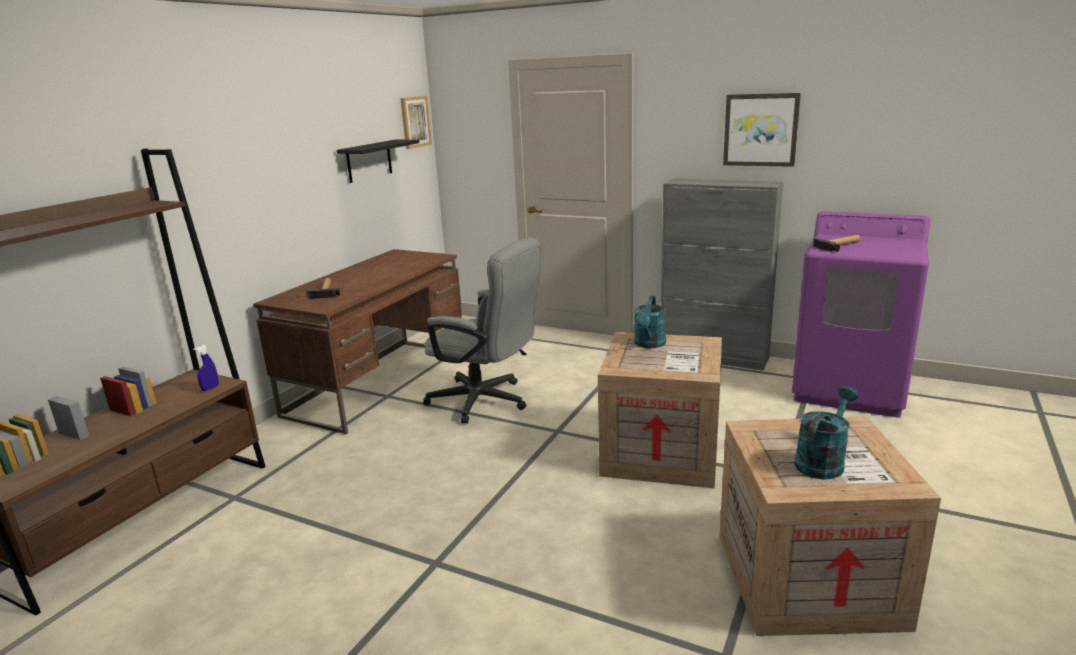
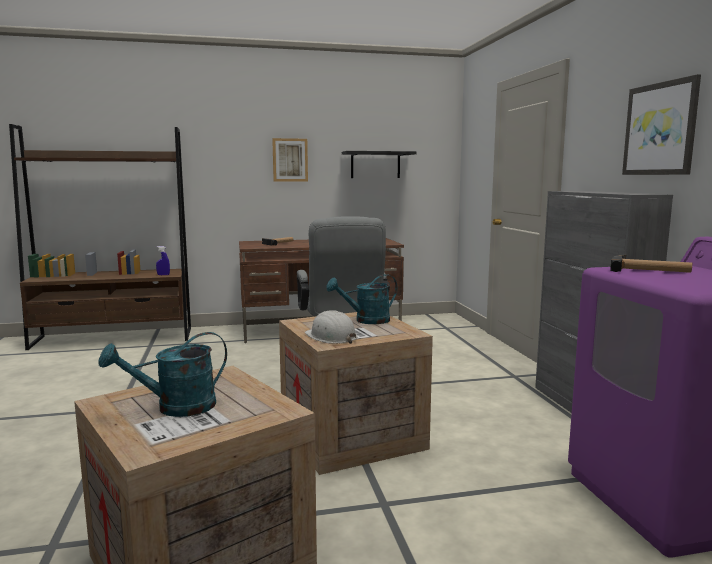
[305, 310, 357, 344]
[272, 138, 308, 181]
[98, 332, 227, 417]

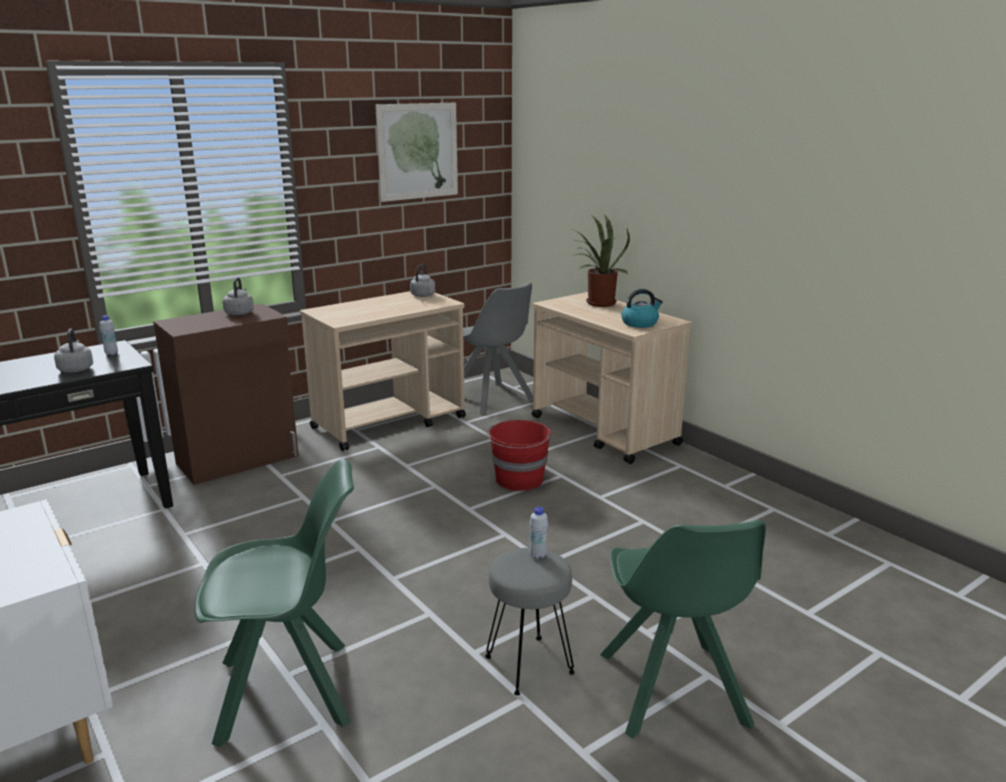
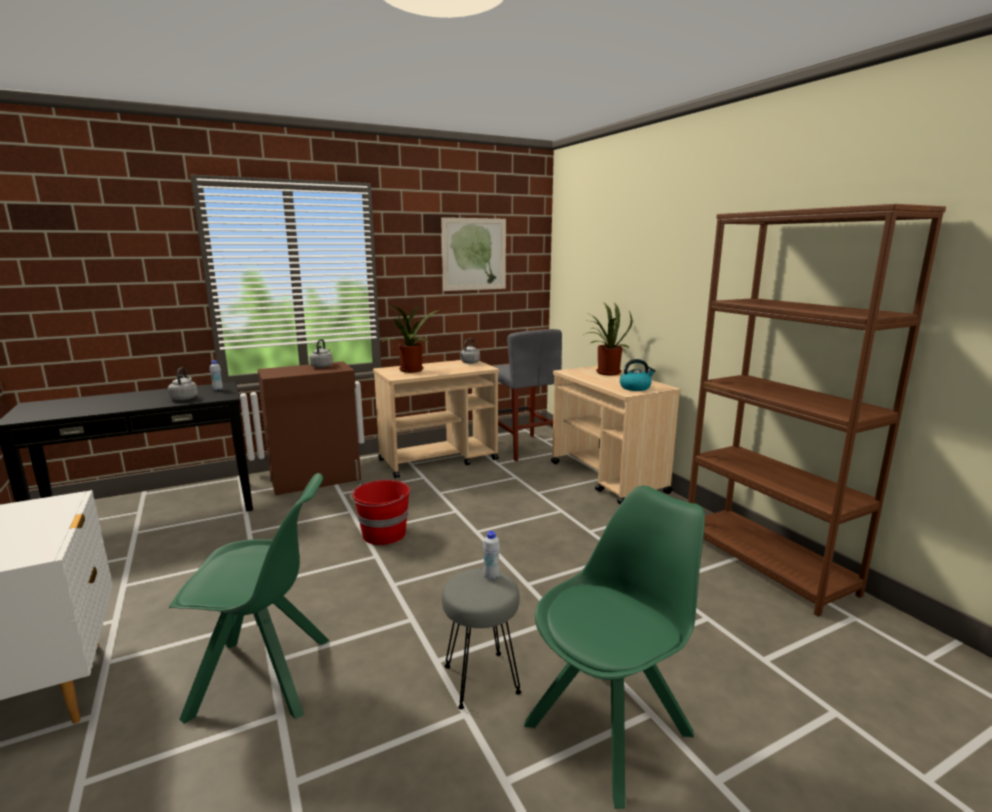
[381, 303, 440, 373]
[688, 204, 946, 617]
[350, 480, 410, 545]
[495, 329, 562, 461]
[524, 486, 705, 809]

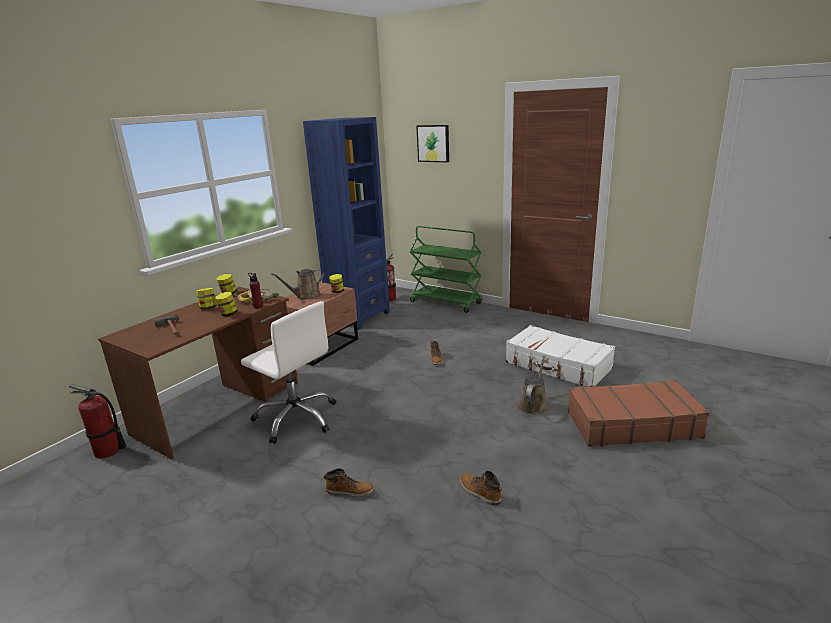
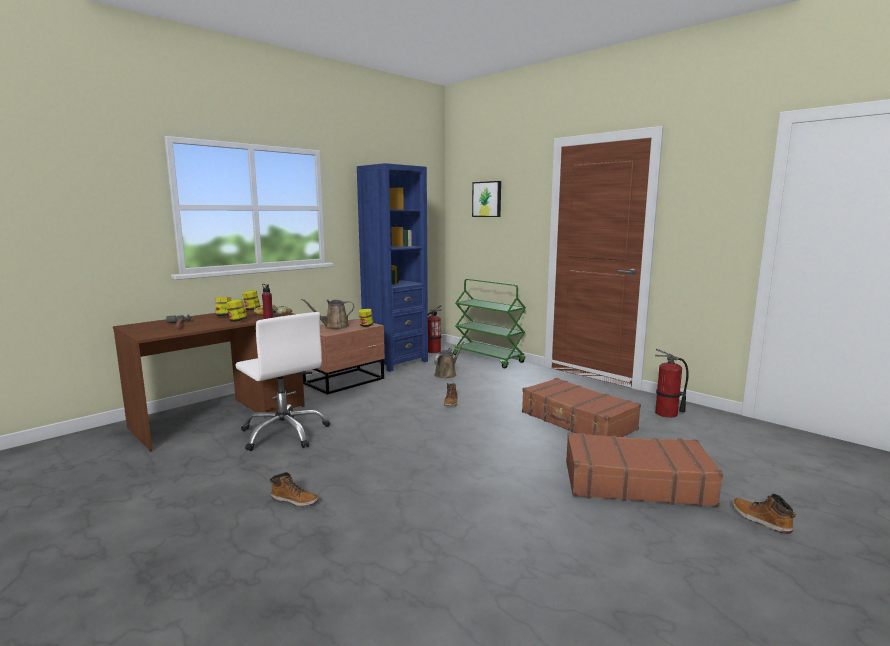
[655, 349, 689, 418]
[732, 494, 796, 534]
[434, 341, 464, 378]
[522, 378, 641, 437]

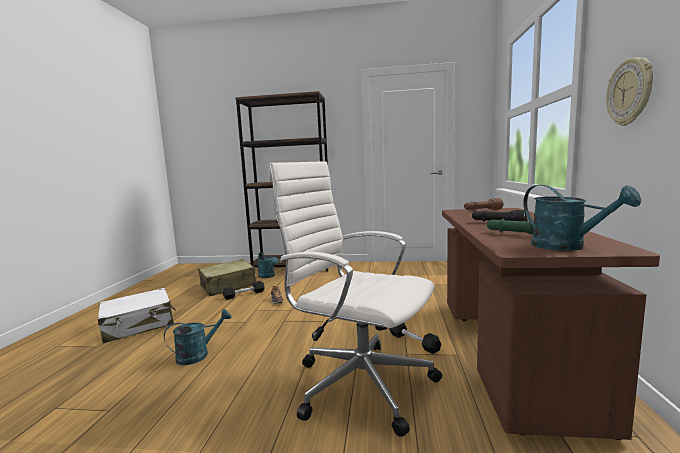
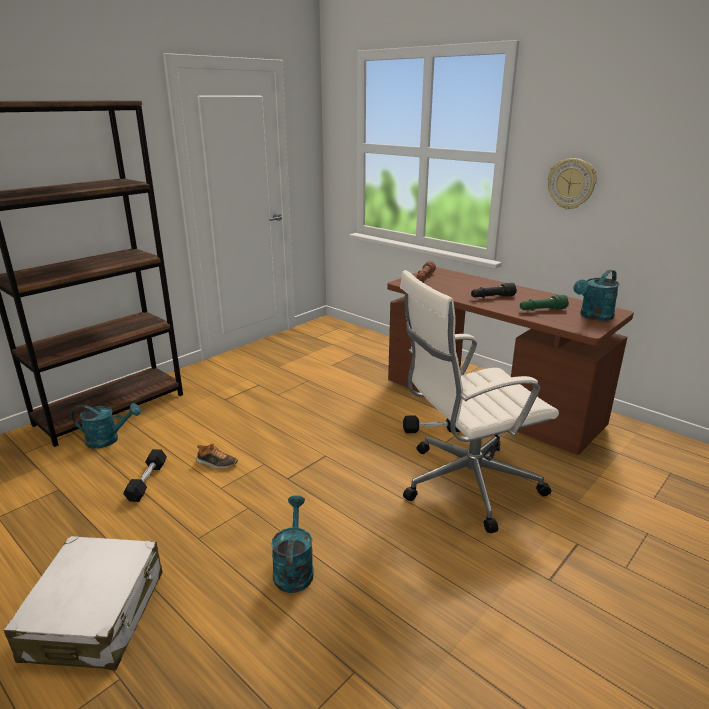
[198, 259, 256, 296] (first image)
[573, 270, 619, 321]

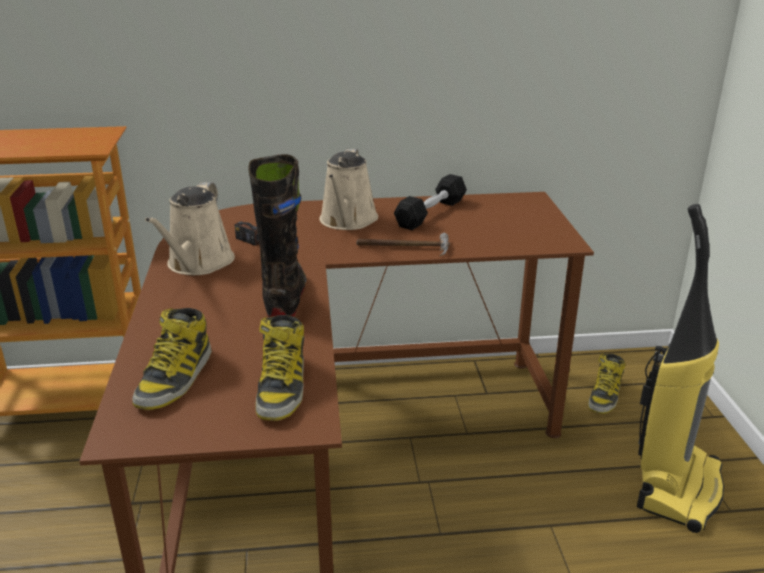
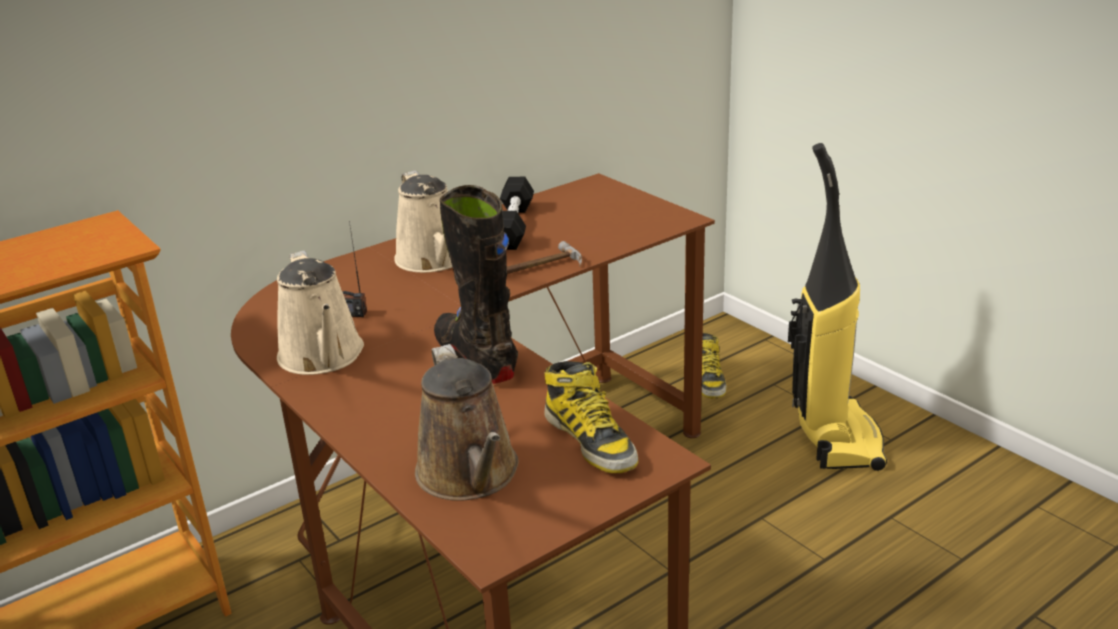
[415, 344, 519, 501]

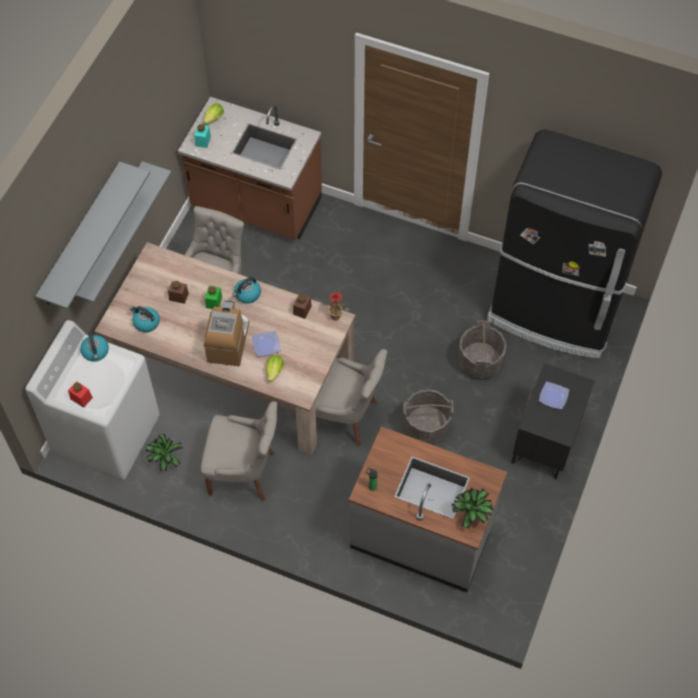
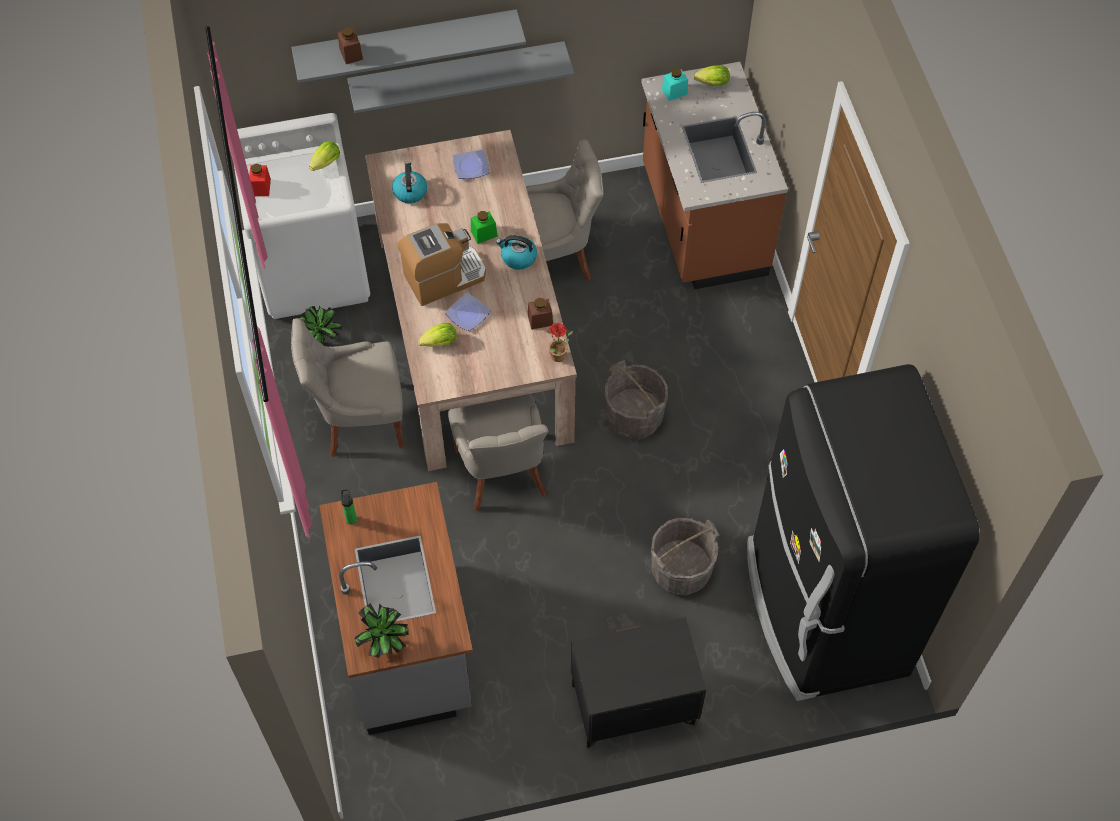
[337, 27, 363, 64]
[605, 360, 668, 440]
[453, 150, 489, 179]
[309, 141, 340, 171]
[291, 318, 404, 457]

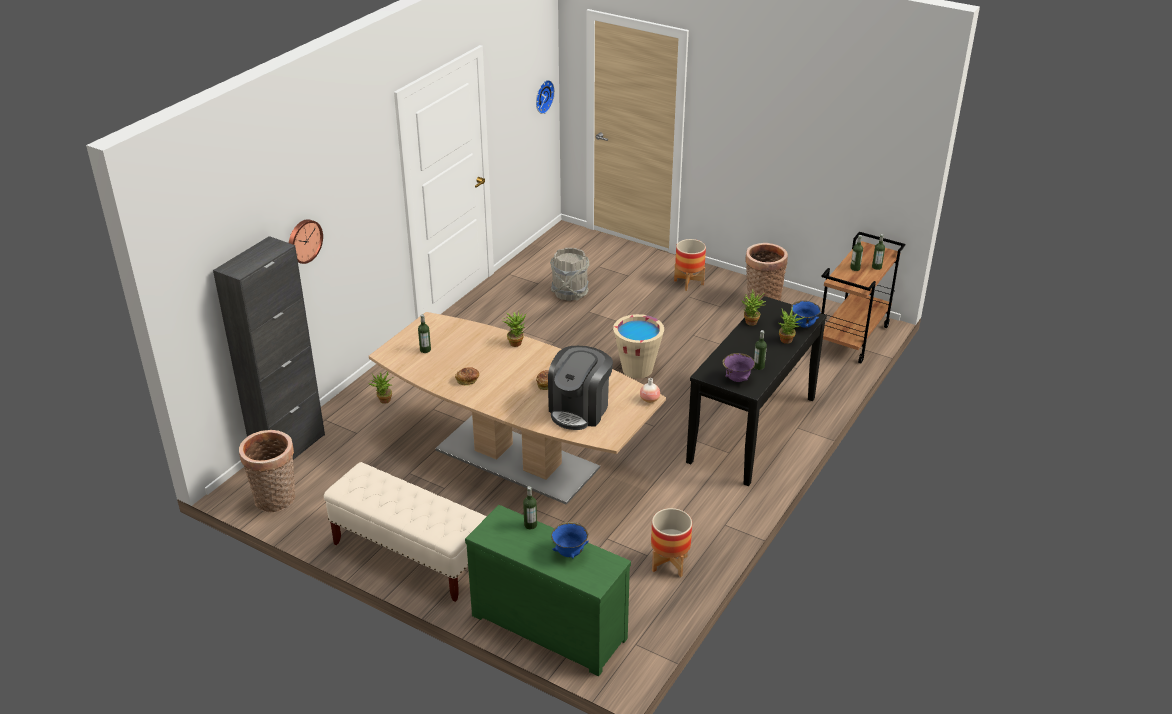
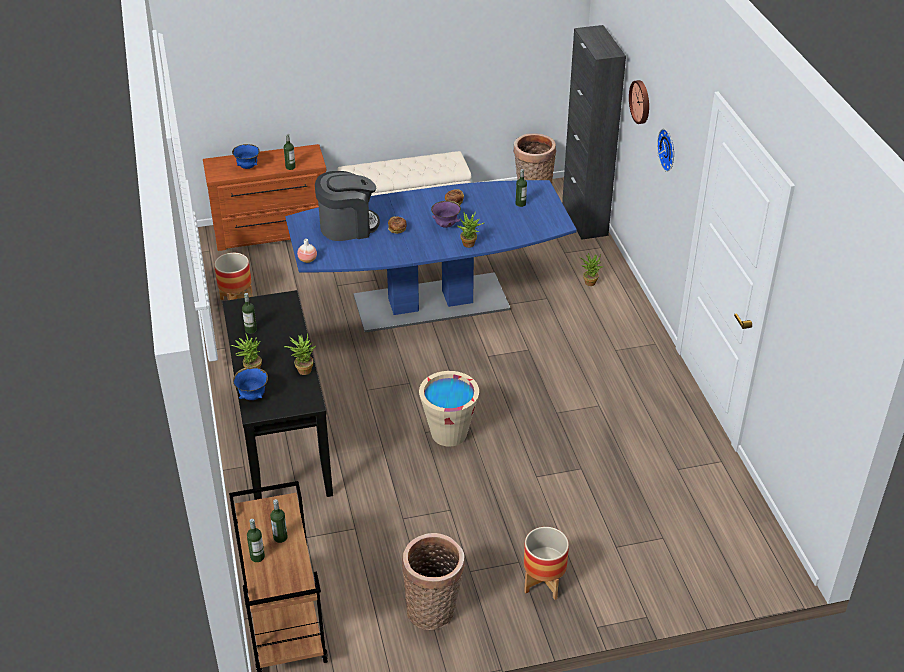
[550, 248, 589, 301] (first image)
[657, 129, 674, 172]
[431, 201, 461, 228]
[285, 180, 577, 333]
[203, 144, 327, 251]
[315, 171, 380, 241]

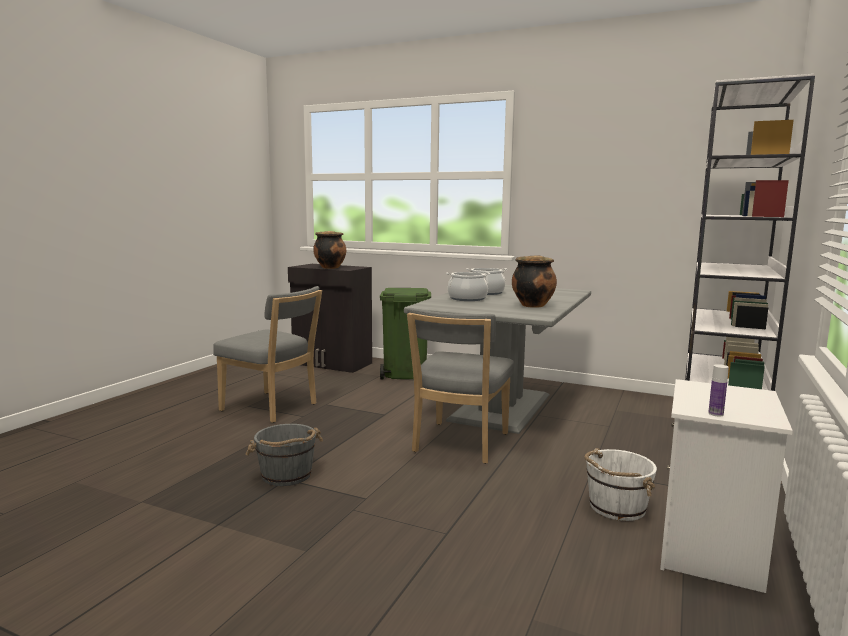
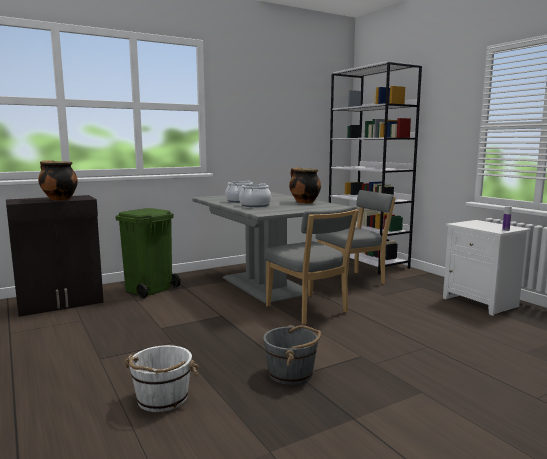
[316, 190, 396, 285]
[124, 345, 199, 412]

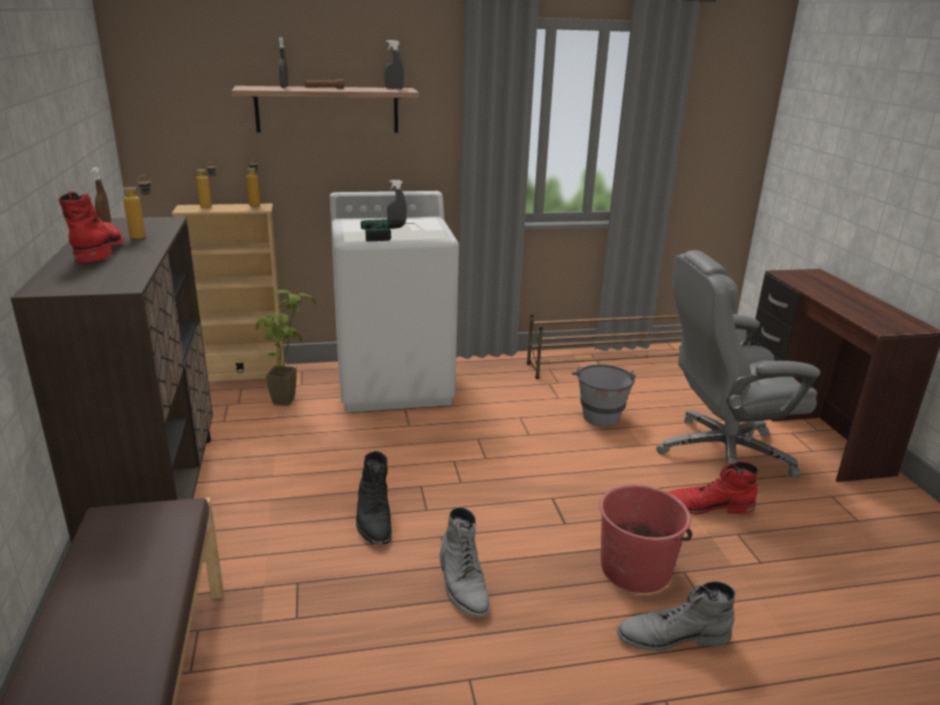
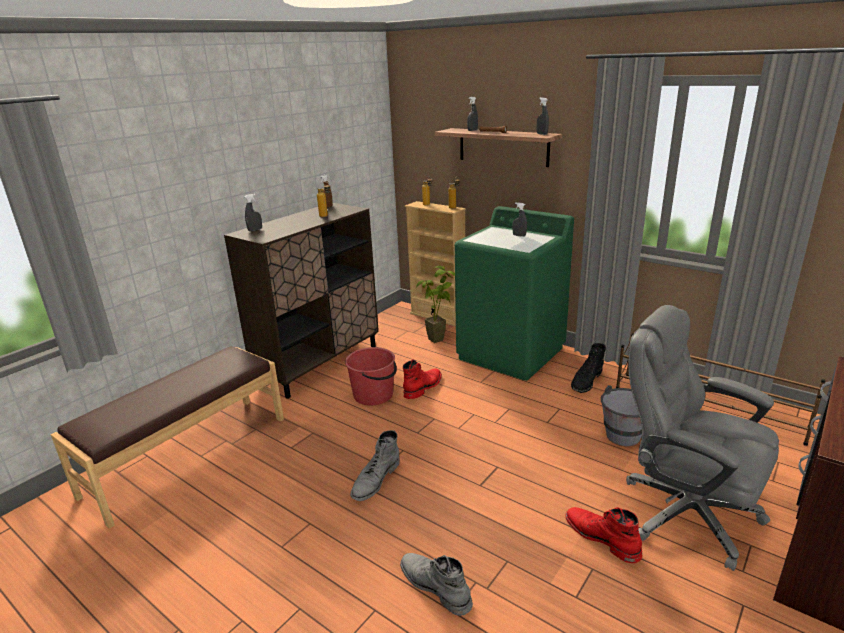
[361, 219, 414, 241] (first image)
[245, 194, 262, 232]
[403, 359, 442, 399]
[571, 343, 606, 393]
[345, 347, 397, 405]
[455, 206, 574, 381]

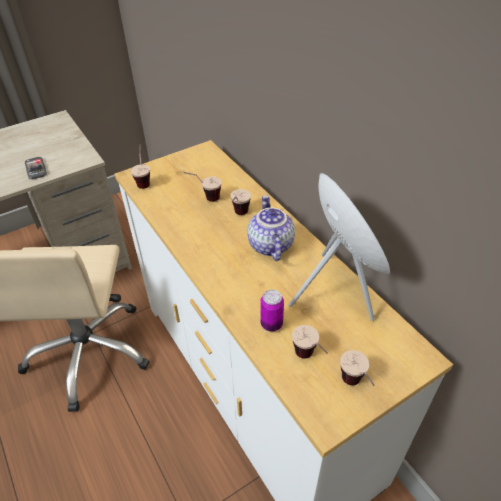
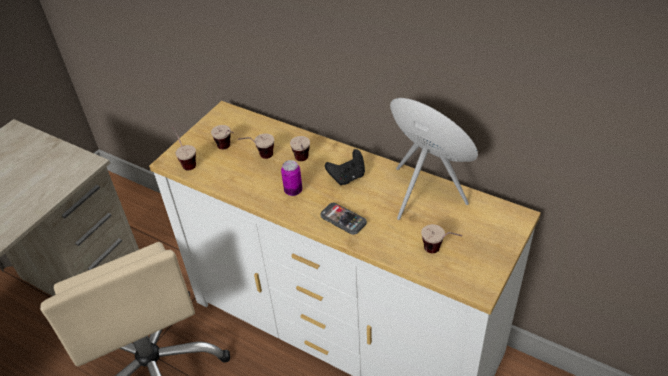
[320, 203, 367, 235]
[281, 160, 302, 196]
[211, 125, 234, 150]
[325, 149, 365, 185]

